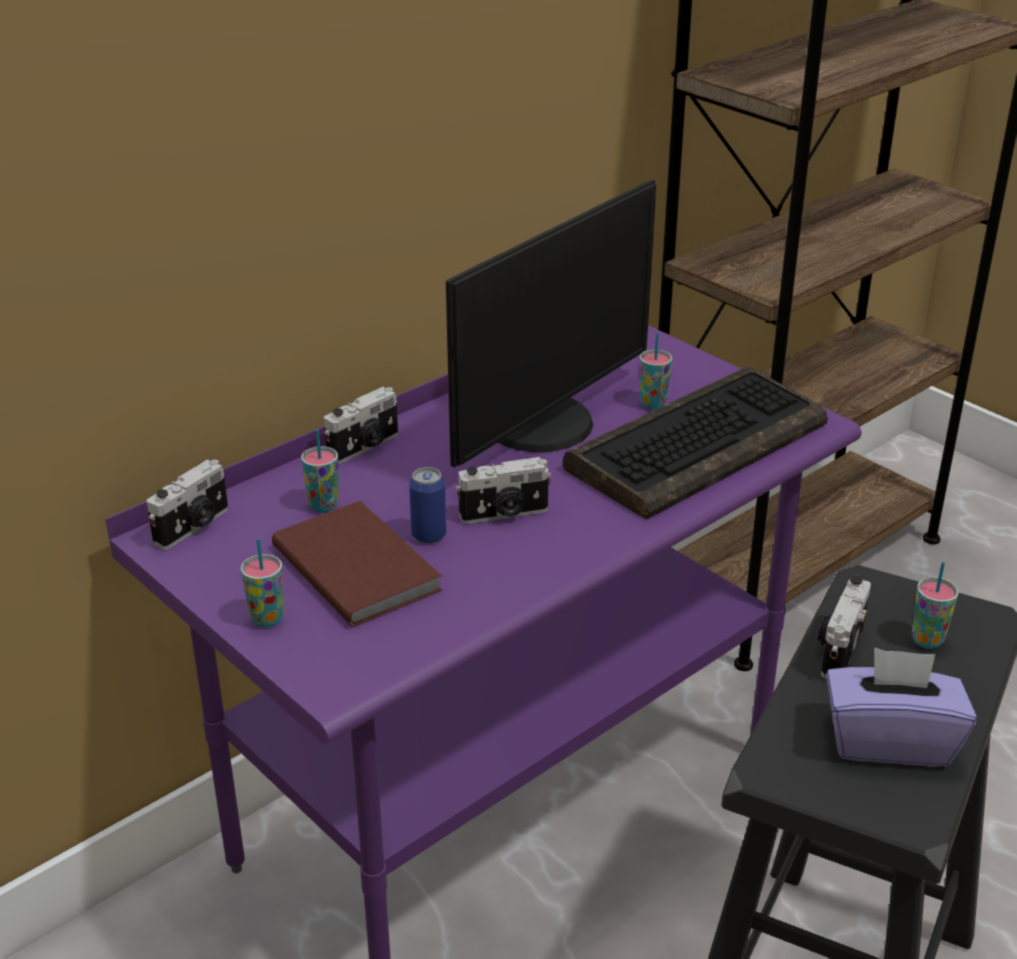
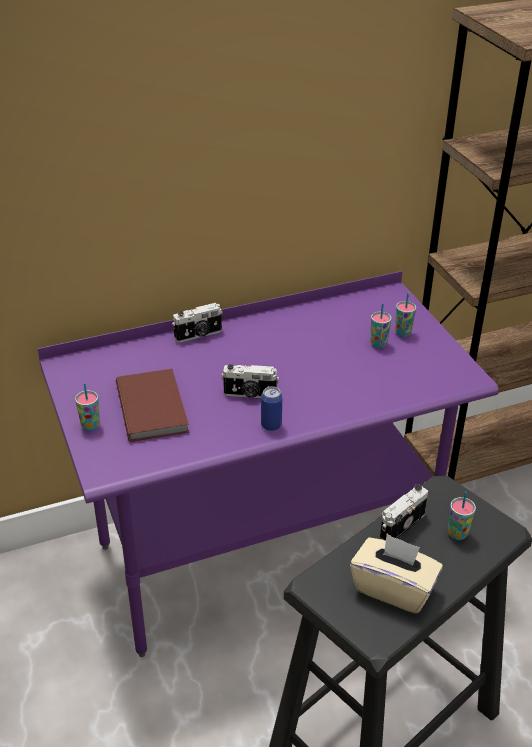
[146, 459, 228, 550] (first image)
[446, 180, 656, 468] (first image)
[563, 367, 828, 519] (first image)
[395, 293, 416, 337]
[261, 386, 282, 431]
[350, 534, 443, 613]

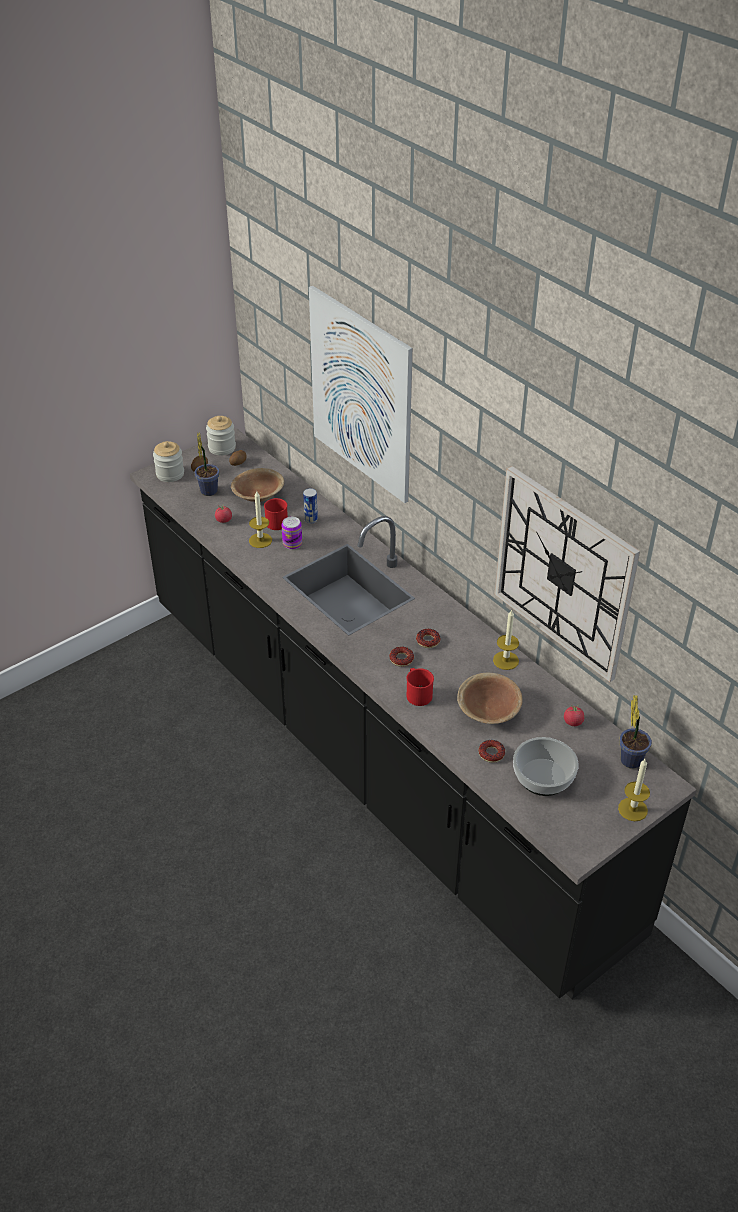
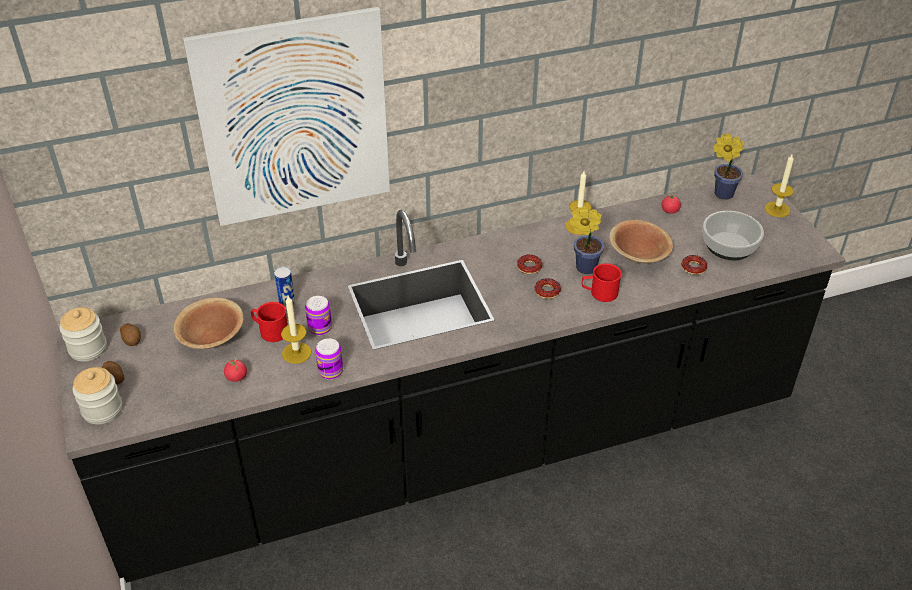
[494, 466, 640, 682] (first image)
[315, 338, 343, 380]
[569, 206, 604, 274]

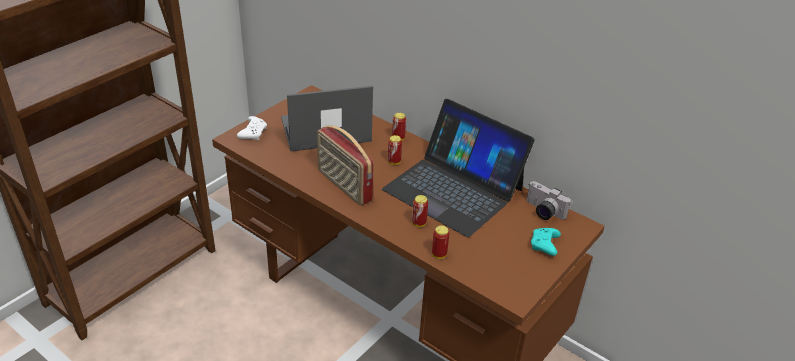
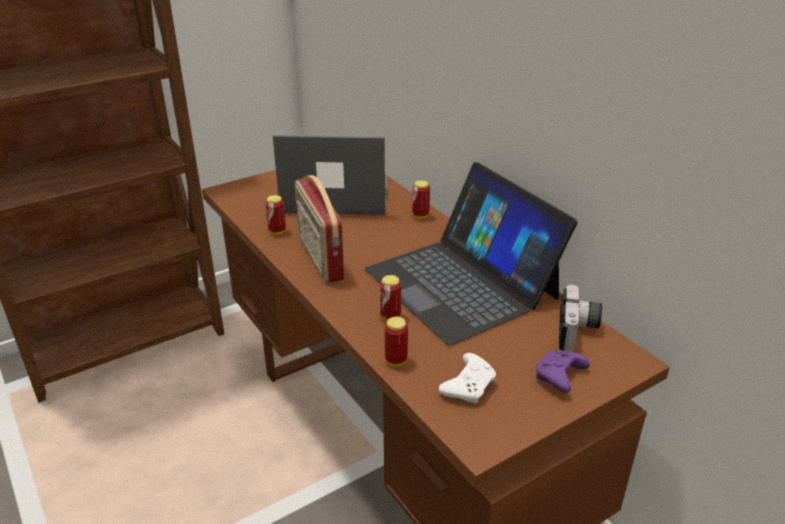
[439, 353, 496, 403]
[265, 195, 286, 235]
[536, 350, 590, 393]
[559, 285, 602, 352]

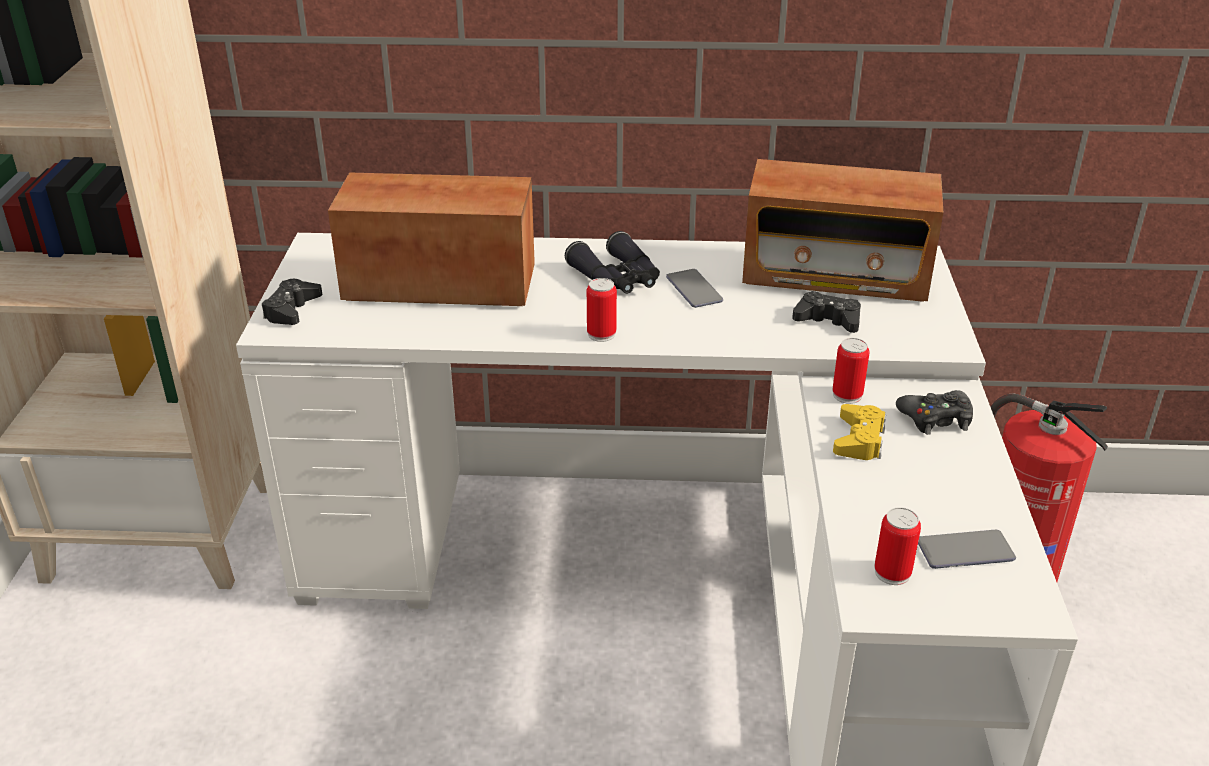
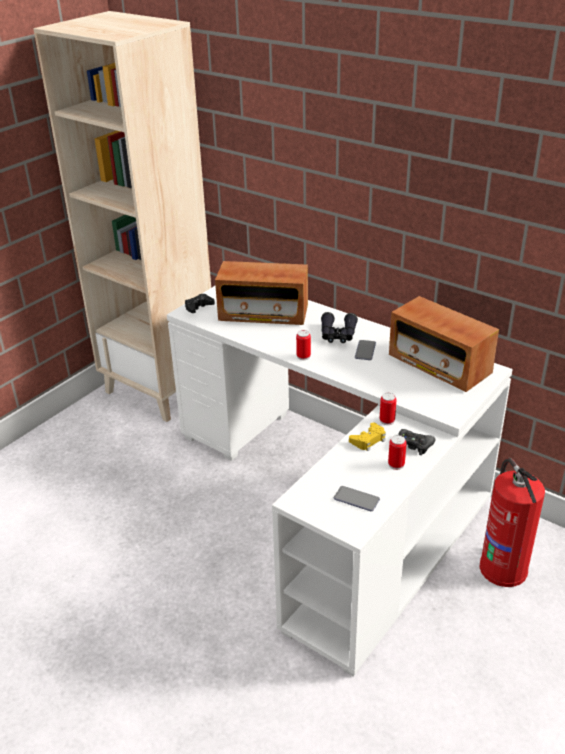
[792, 291, 861, 333] (first image)
[388, 435, 407, 470]
[215, 261, 308, 325]

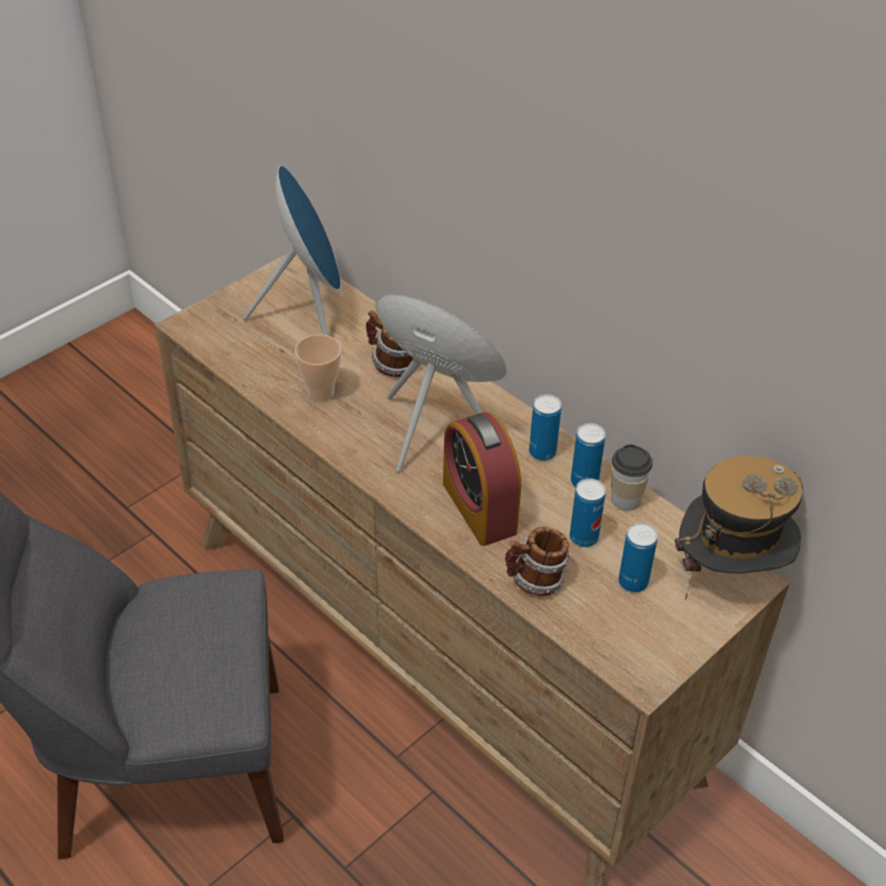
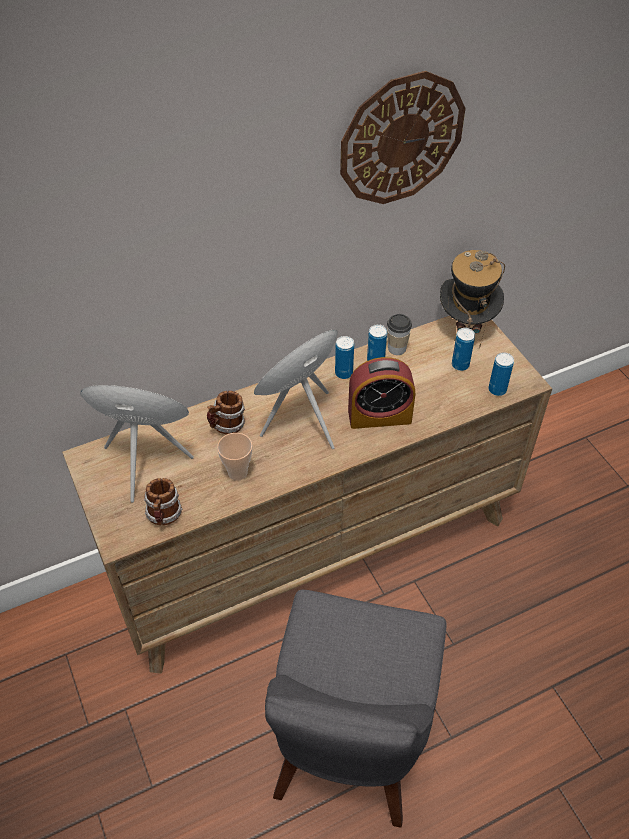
[340, 71, 466, 204]
[144, 478, 182, 525]
[488, 352, 514, 396]

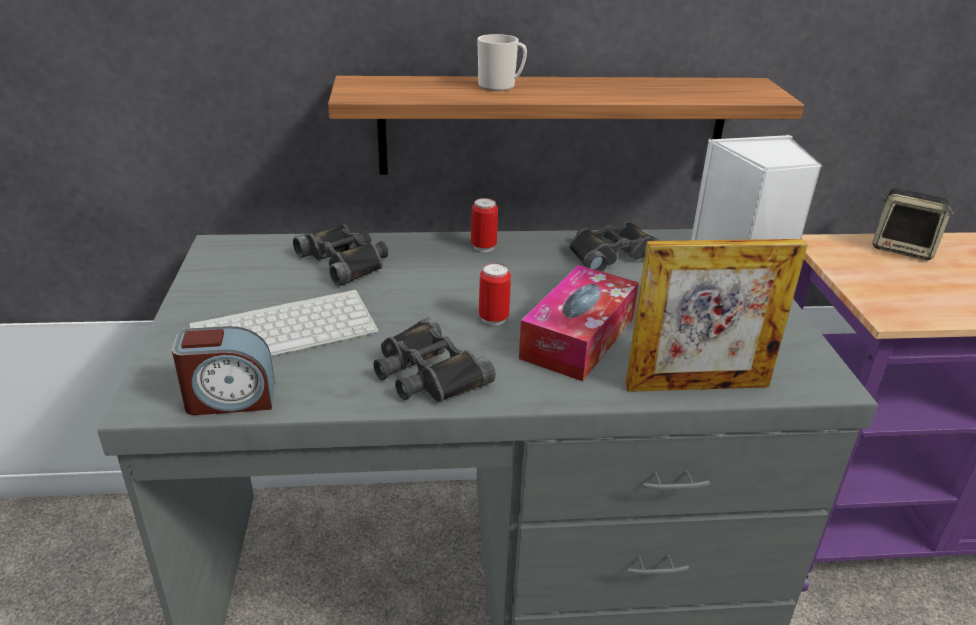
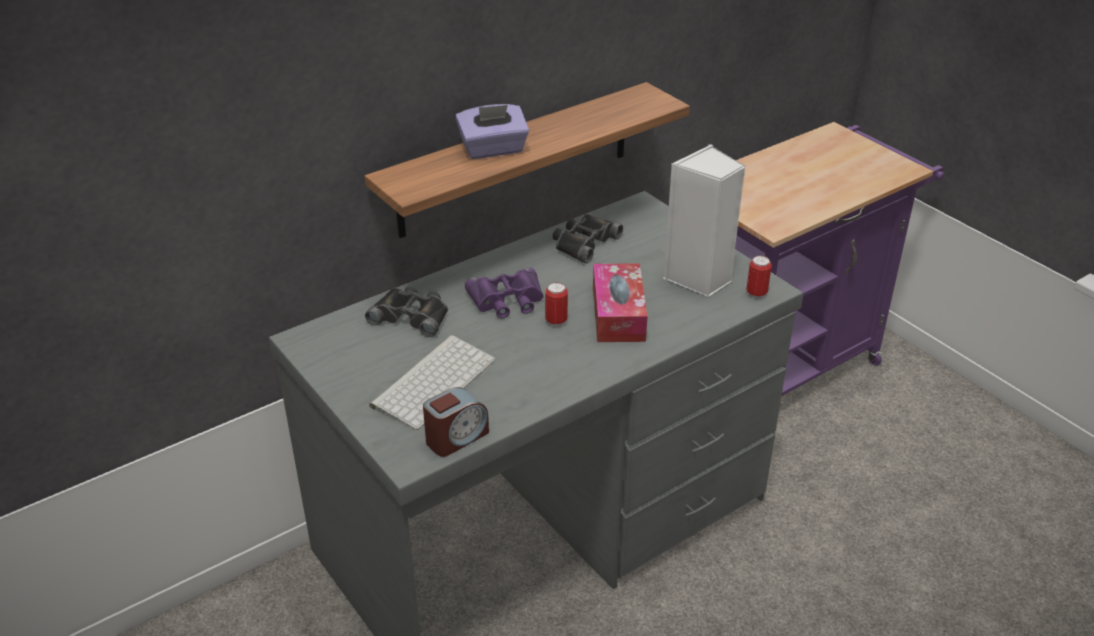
[374, 317, 496, 402] (first image)
[625, 239, 808, 392] (first image)
[873, 188, 954, 260] (first image)
[465, 267, 544, 318]
[746, 256, 772, 299]
[455, 104, 529, 159]

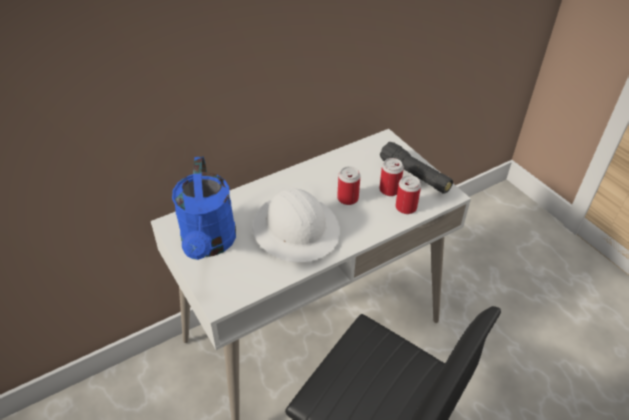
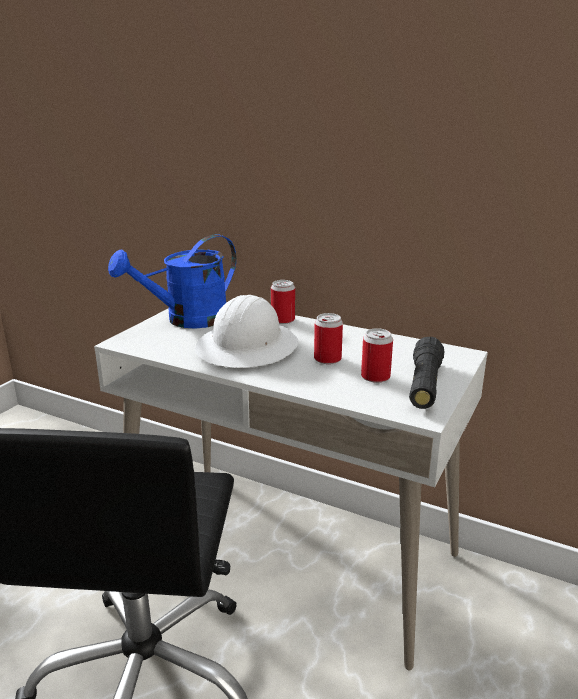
[271, 280, 295, 324]

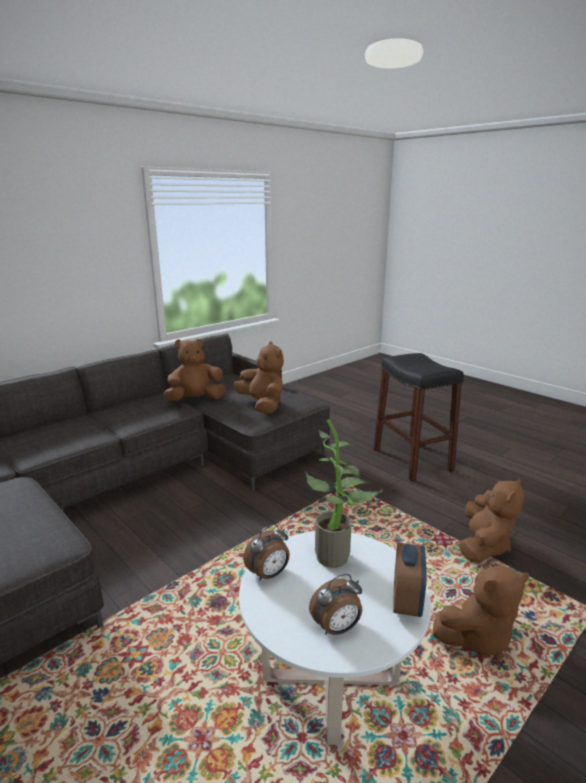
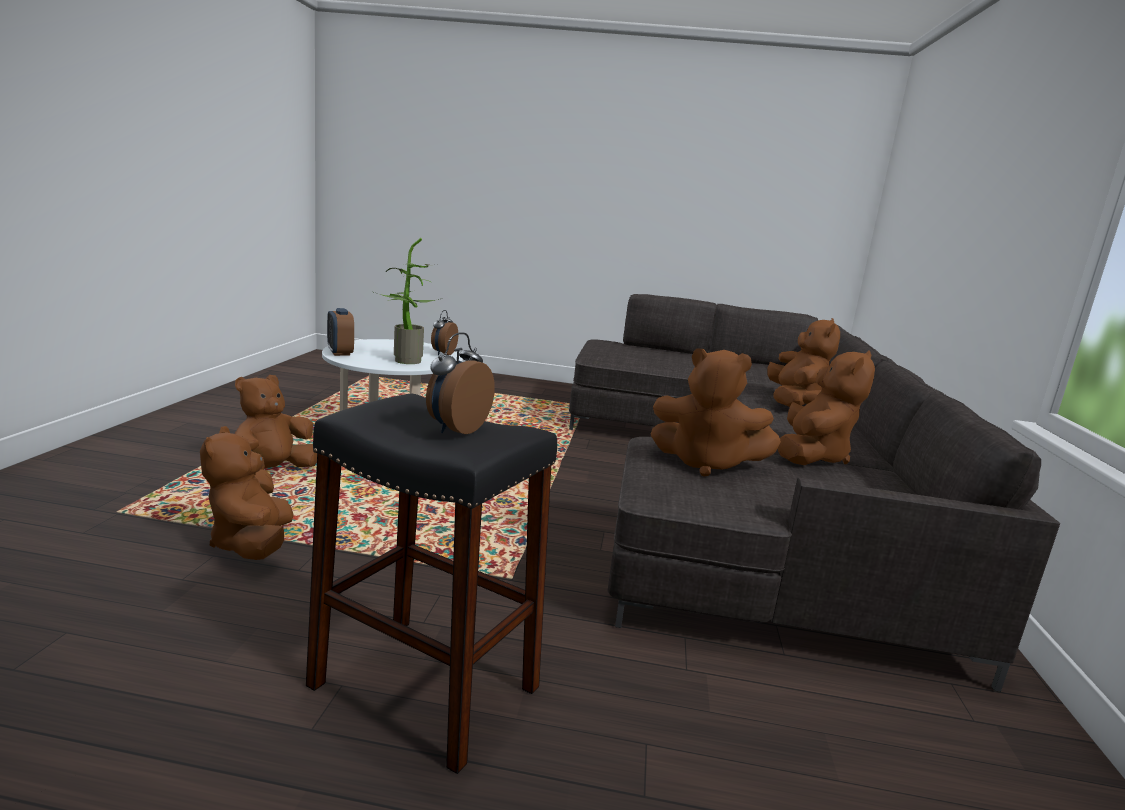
[767, 318, 840, 407]
[426, 332, 495, 434]

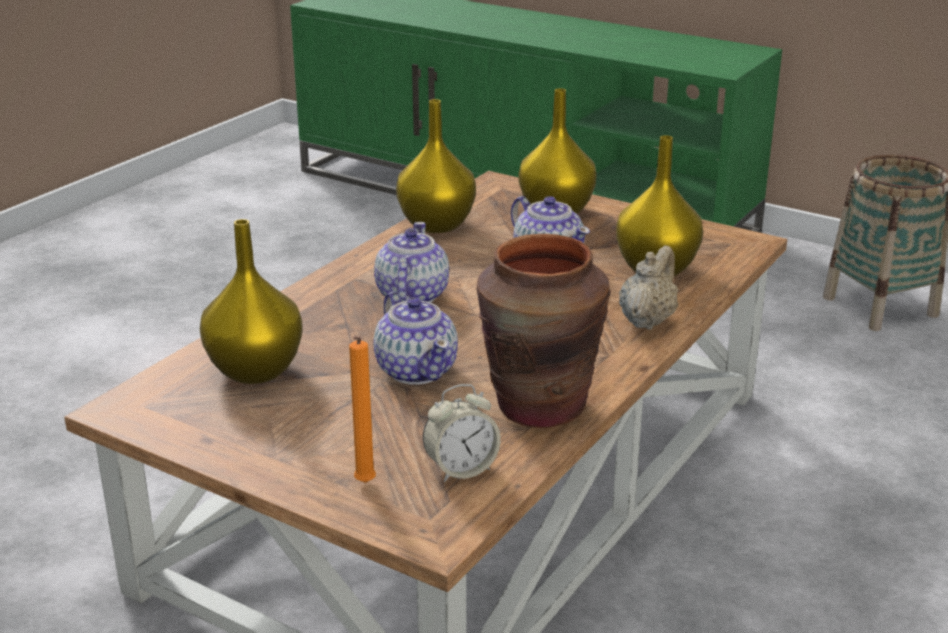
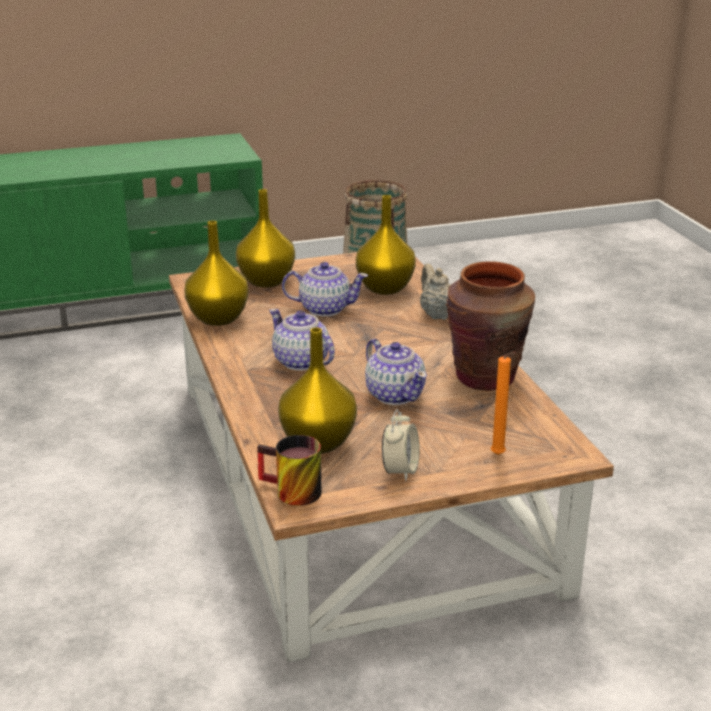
[257, 435, 321, 506]
[382, 409, 420, 481]
[365, 339, 427, 405]

